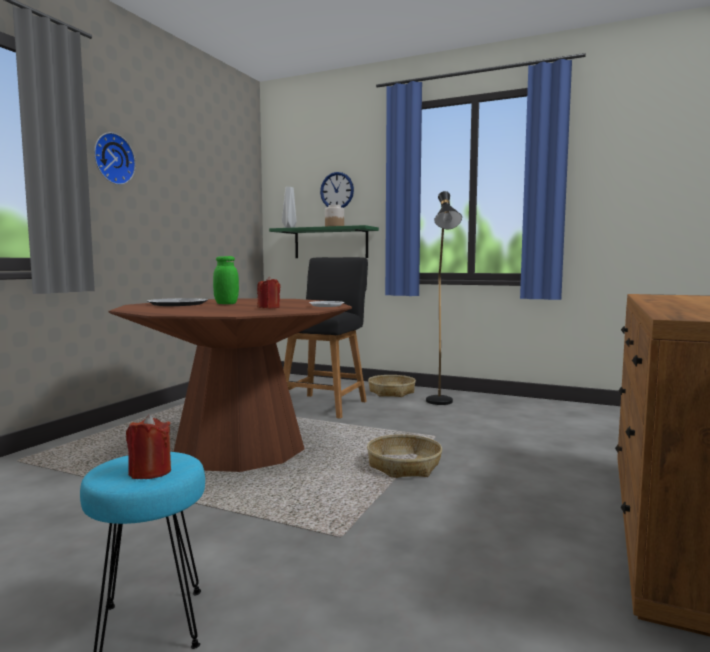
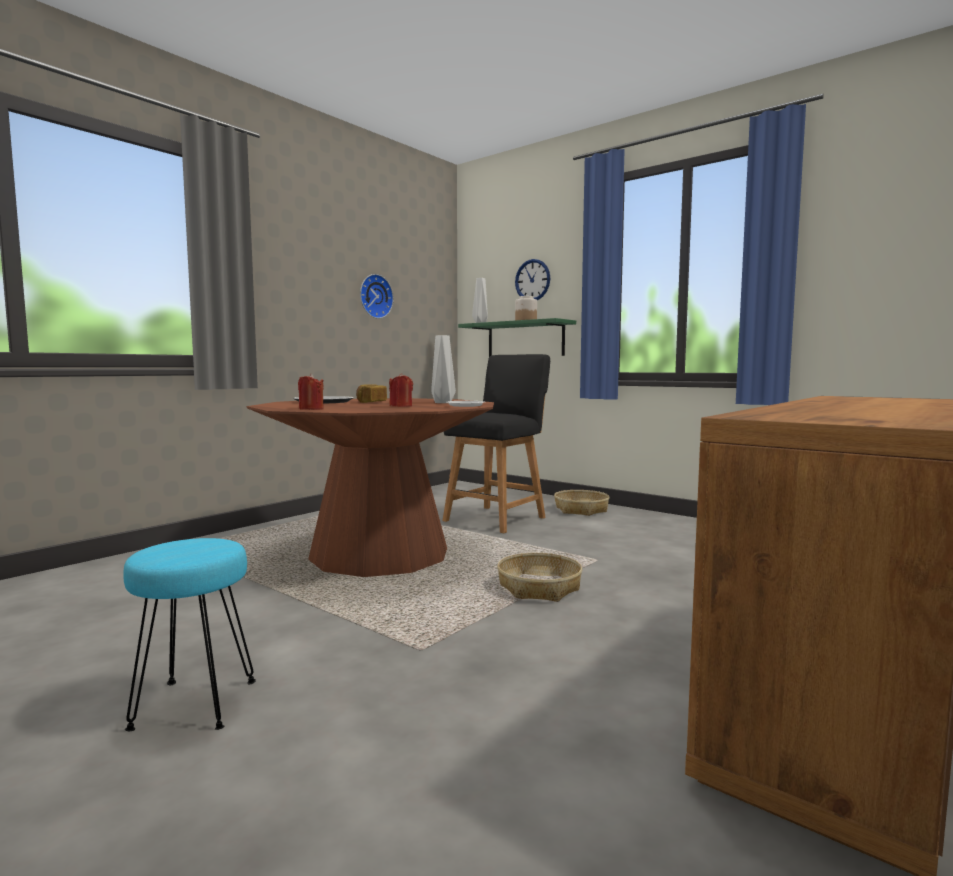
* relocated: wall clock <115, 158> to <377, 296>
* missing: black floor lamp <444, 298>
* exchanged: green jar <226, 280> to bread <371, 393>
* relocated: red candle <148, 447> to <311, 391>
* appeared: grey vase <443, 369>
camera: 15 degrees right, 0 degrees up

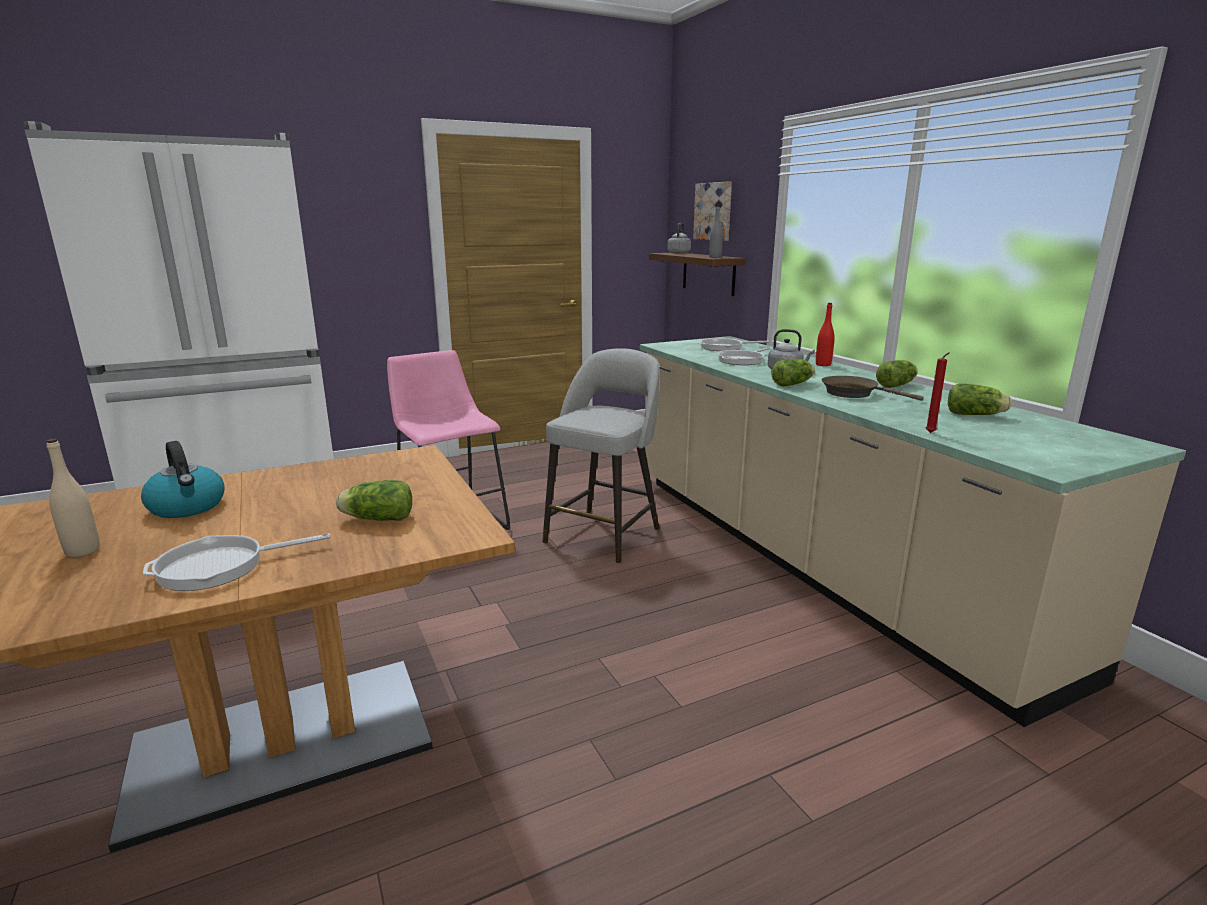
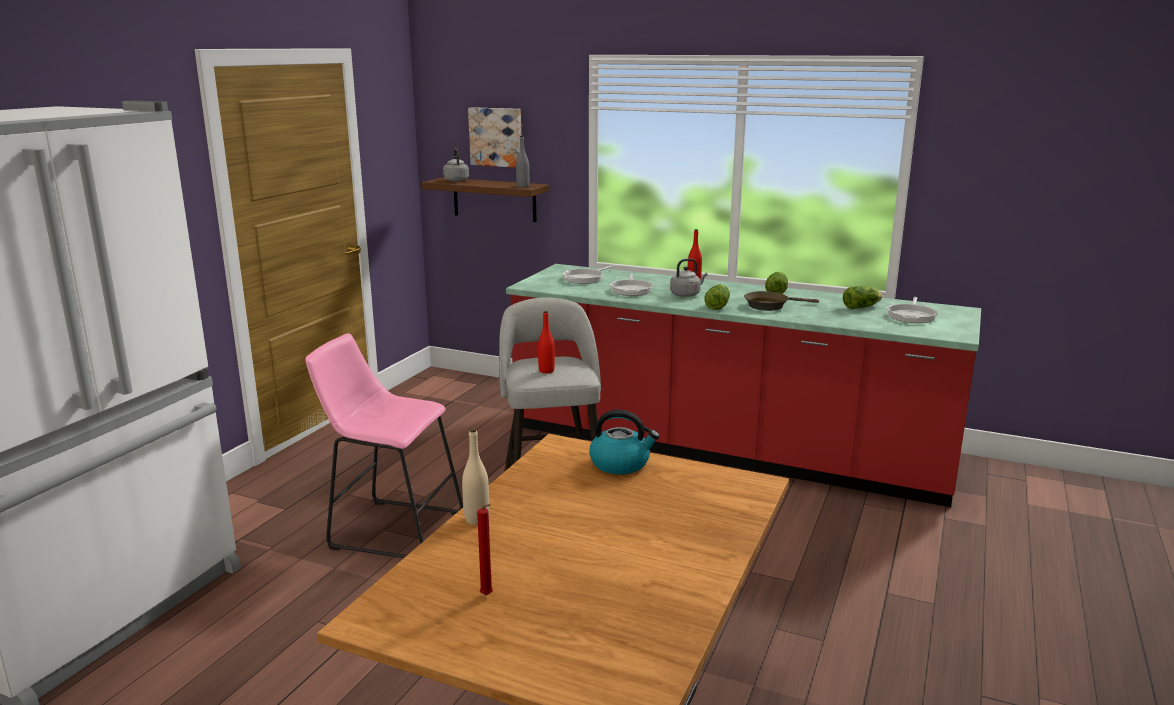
* colour: beige counter <913, 531> to red counter <743, 385>
* relocated: red candle <938, 392> to <485, 549>
* relocated: beige bottle <73, 498> to <475, 476>
* relocated: kettle <183, 479> to <624, 442>
* missing: lettuce <374, 500>
* relocated: frying pan <237, 562> to <912, 310>
* appeared: red bottle <546, 342>
camera: 40 degrees left, 0 degrees up

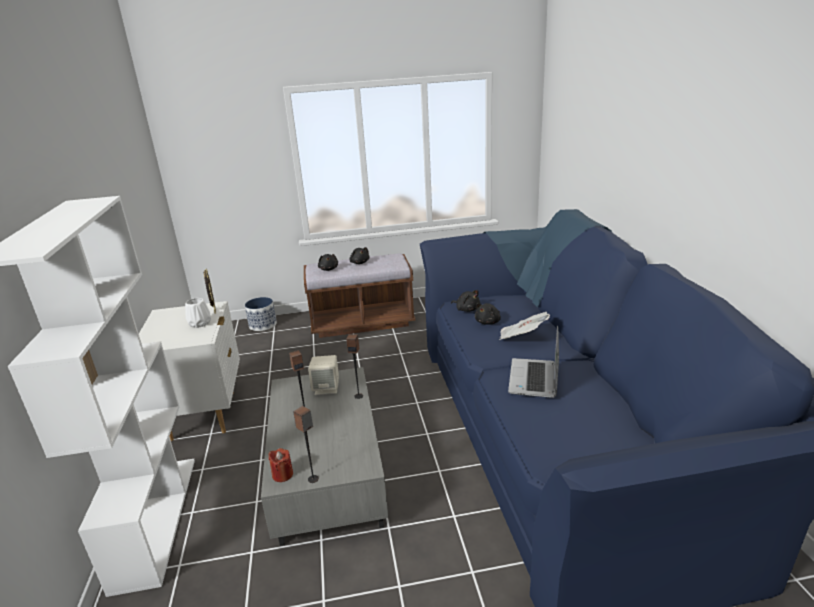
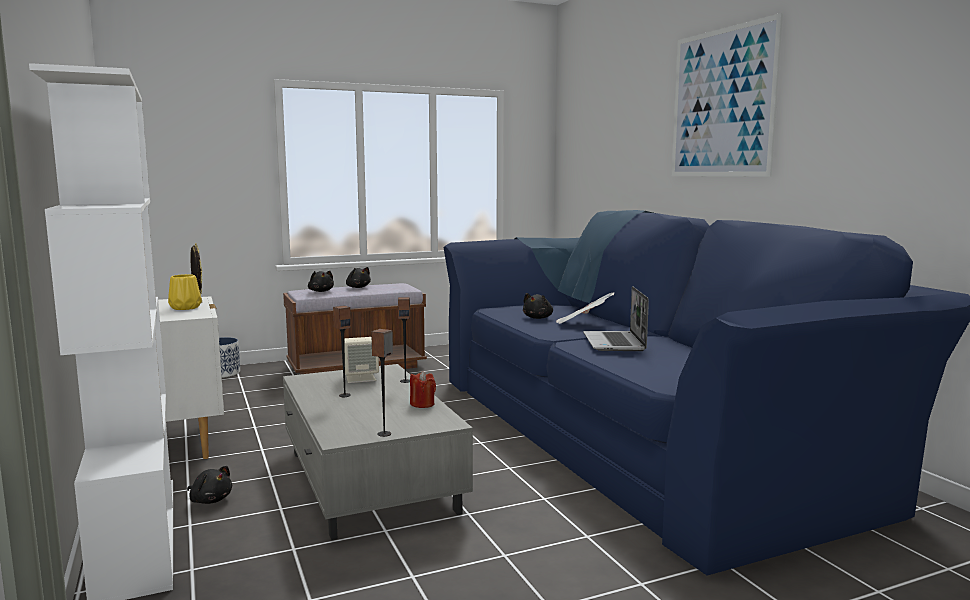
* relocated: black plush toy <465, 301> to <209, 485>
* colour: white vase <198, 313> to yellow vase <184, 292>
* relocated: red candle <281, 465> to <423, 389>
* appeared: picture <727, 95>
camera: 15 degrees left, 15 degrees down

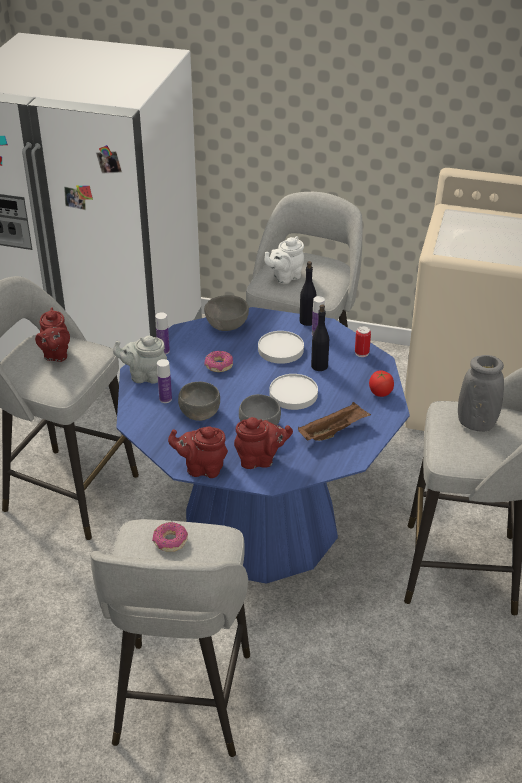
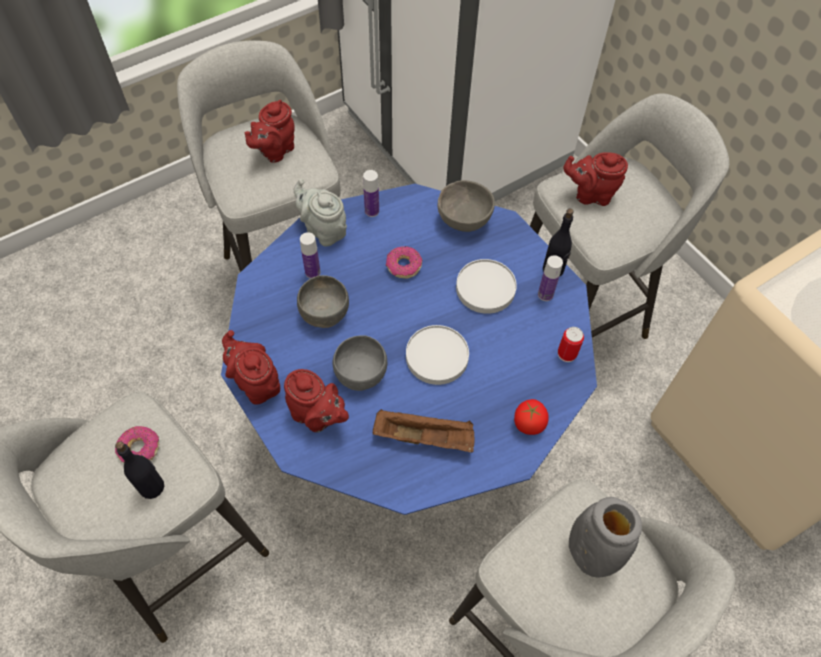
* colour: white teapot <284, 260> to red teapot <595, 179>
* relocated: black bottle <320, 338> to <139, 470>
camera: 40 degrees right, 20 degrees up

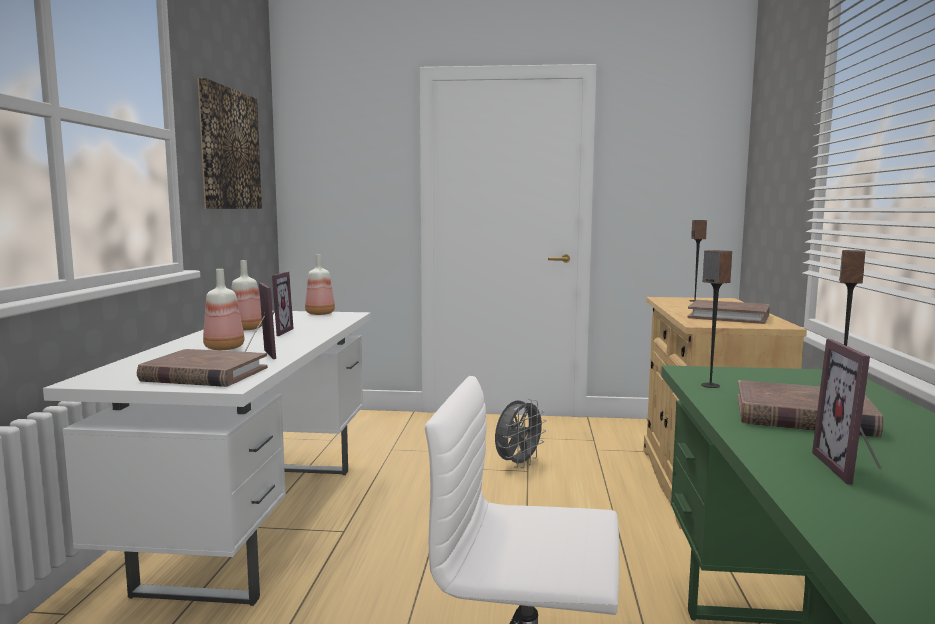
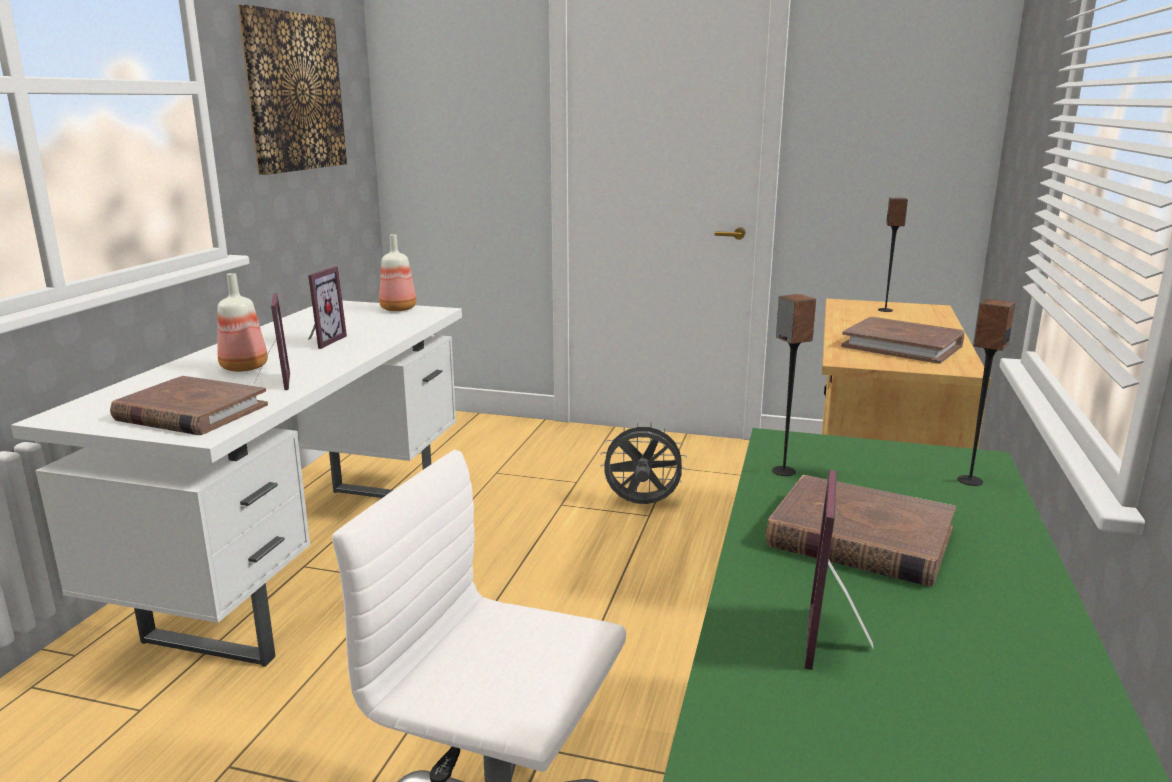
* missing: bottle <246, 295>
* spun: grey fan <520, 433> = <643, 462> 135 degrees counterclockwise
camera: 10 degrees right, 10 degrees up

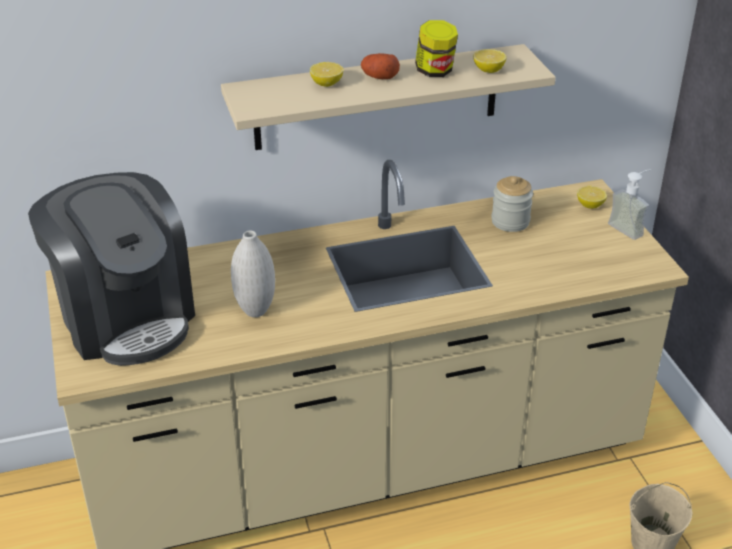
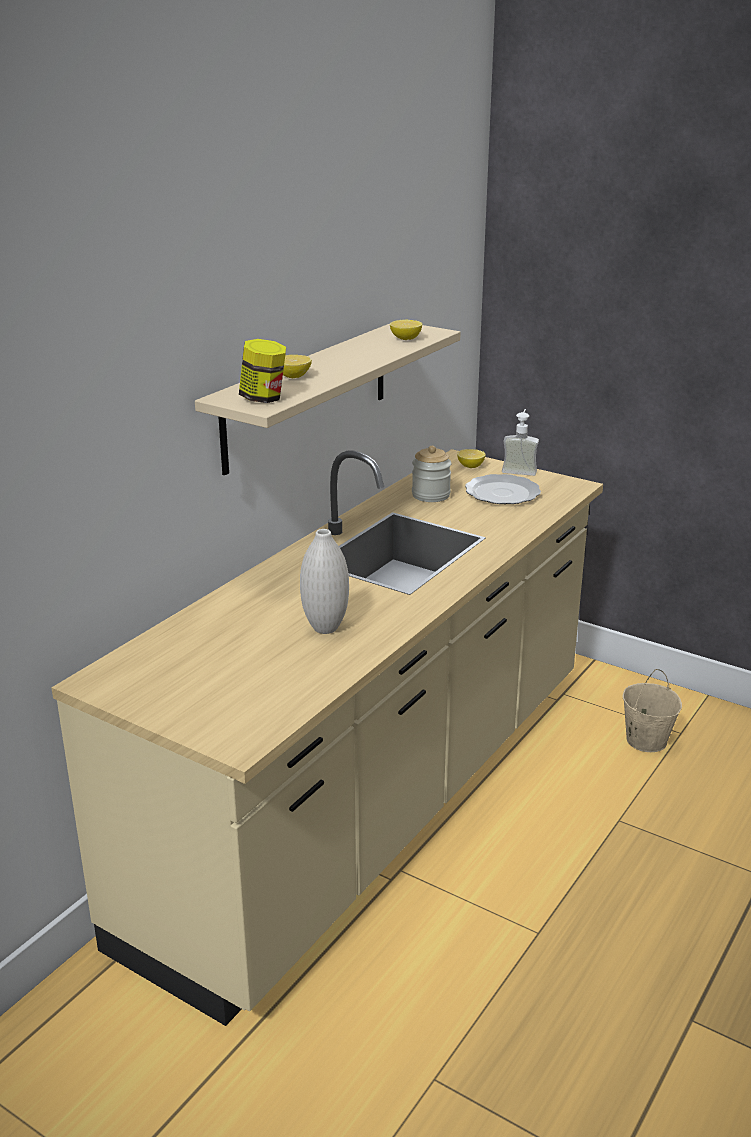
* relocated: jar <436, 48> to <262, 371>
* missing: potato <380, 66>
* missing: coffee machine <111, 269>
* appeared: plate <503, 489>
camera: 40 degrees left, 10 degrees down

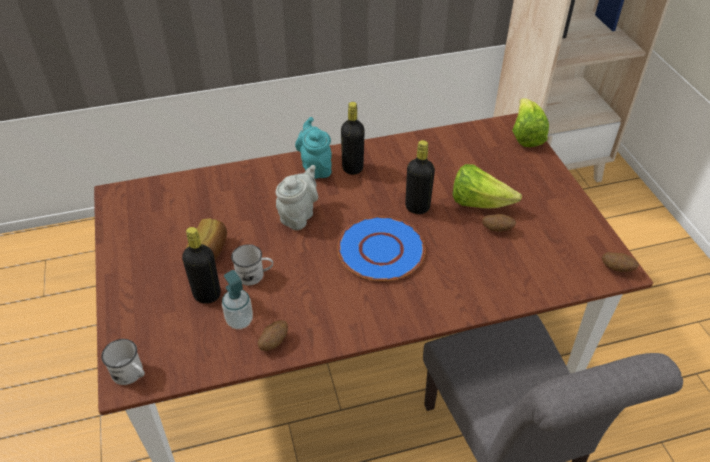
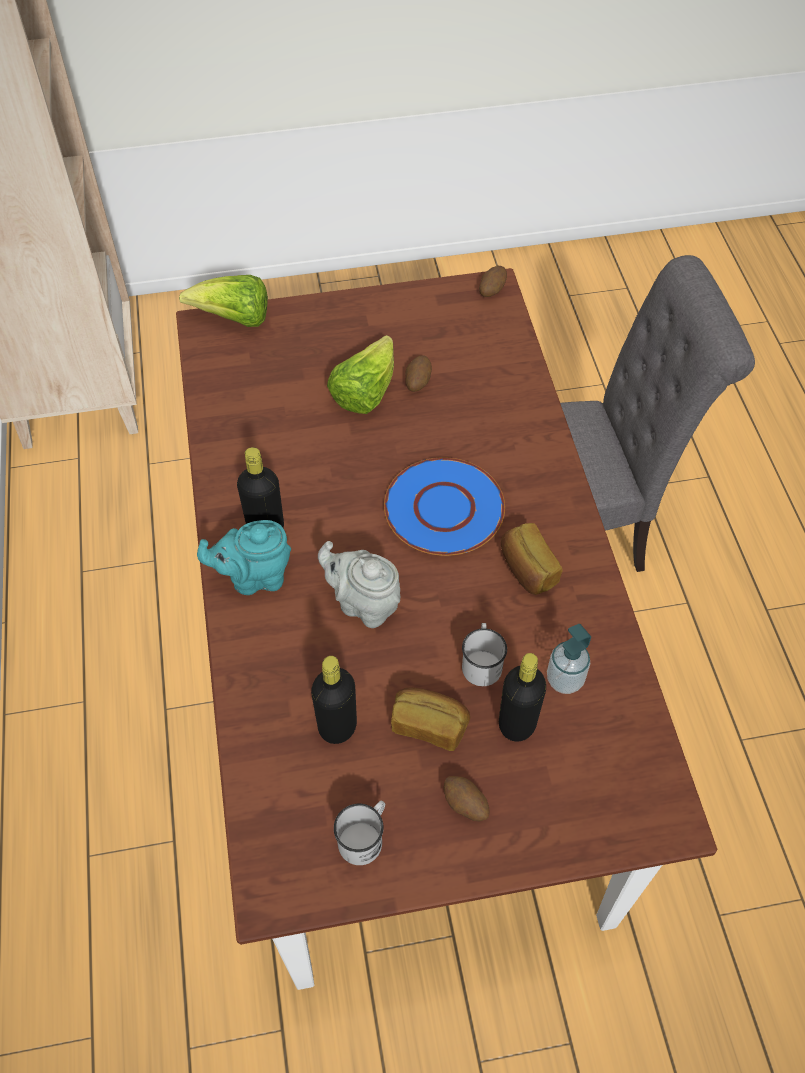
* relocated: black bottle <420, 177> to <334, 700>
* relocated: potato <273, 335> to <467, 798>
* relocated: white mug <123, 362> to <359, 833>
* appeared: bread <531, 559>
camera: 85 degrees left, 10 degrees up

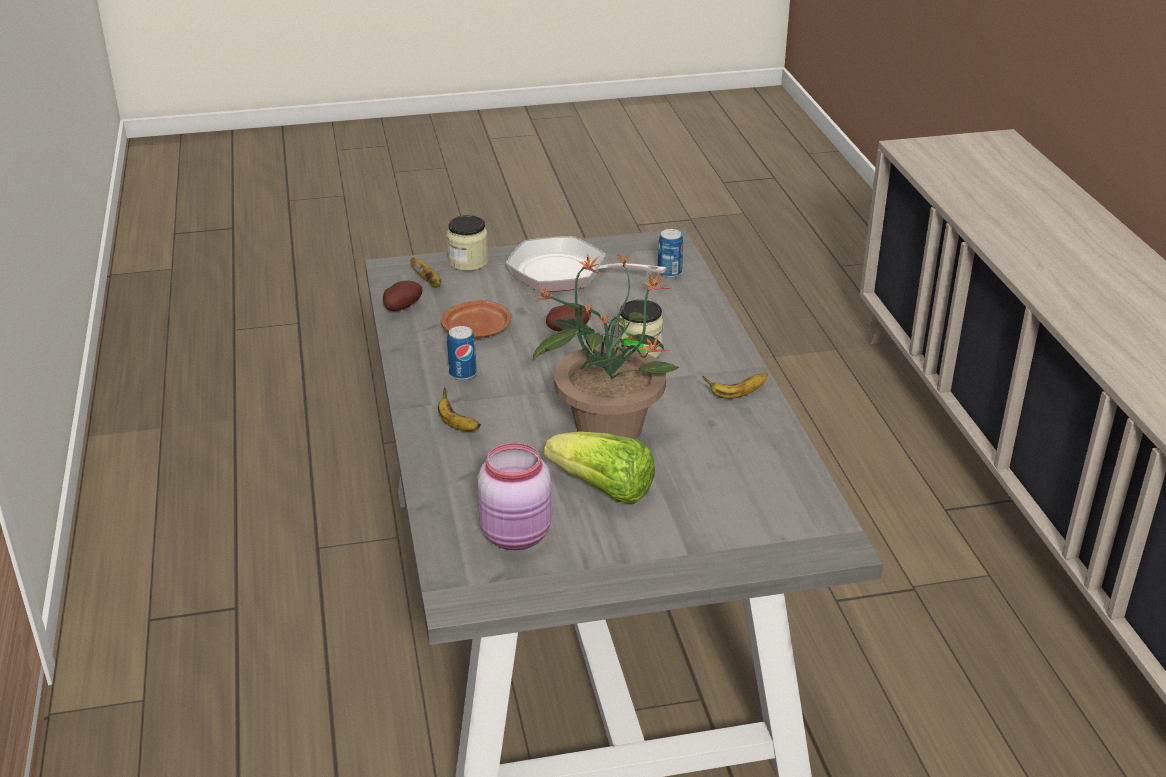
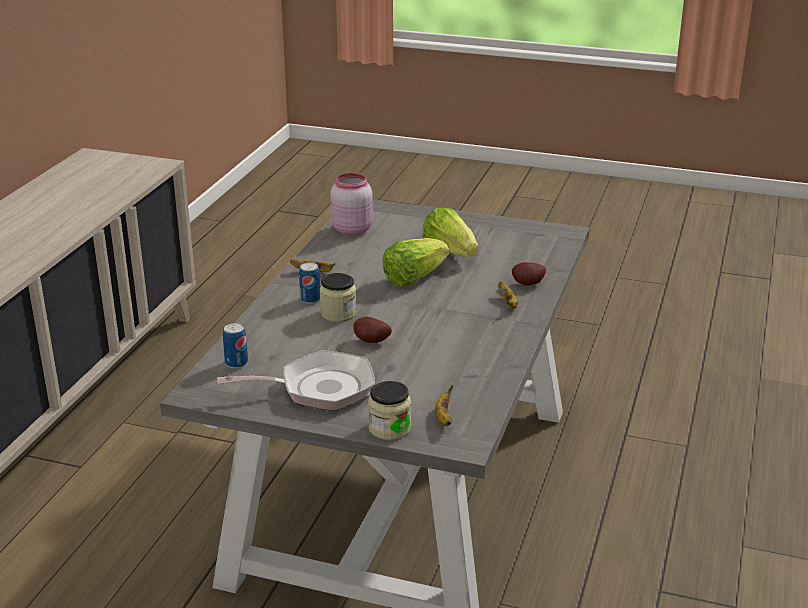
* spun: frying pan <586, 264> = <296, 380> 60 degrees counterclockwise
* exchanged: potted plant <606, 346> to lettuce <415, 262>
* relocated: potato <402, 296> to <529, 274>
* missing: brown plate <476, 319>
* relocated: can <462, 353> to <309, 283>
* relocated: pink jar <514, 496> to <351, 204>
camera: 150 degrees left, 5 degrees down

